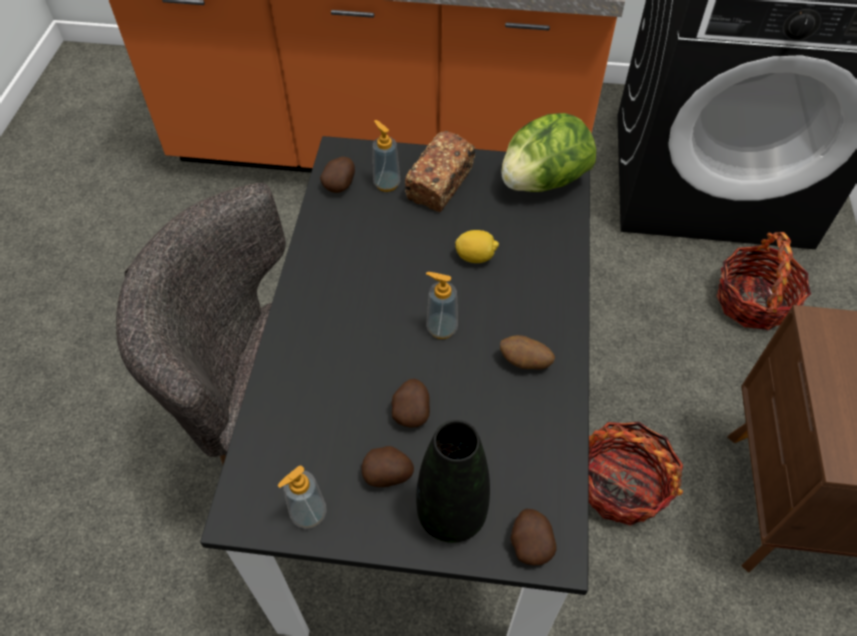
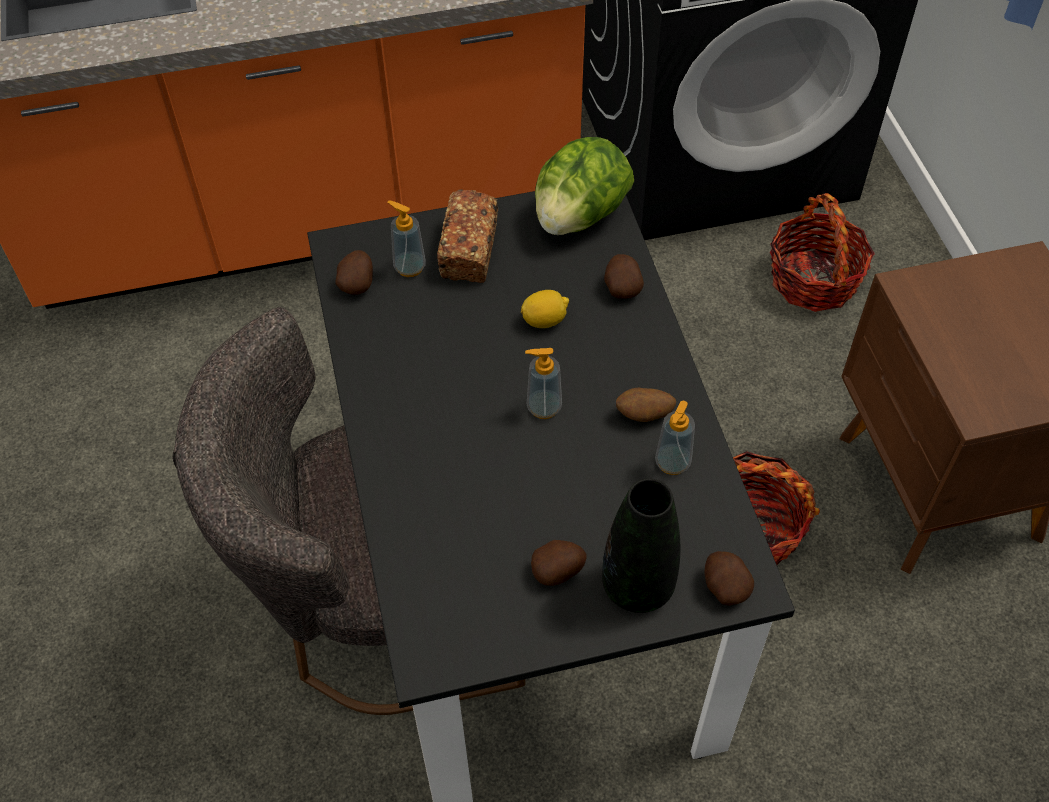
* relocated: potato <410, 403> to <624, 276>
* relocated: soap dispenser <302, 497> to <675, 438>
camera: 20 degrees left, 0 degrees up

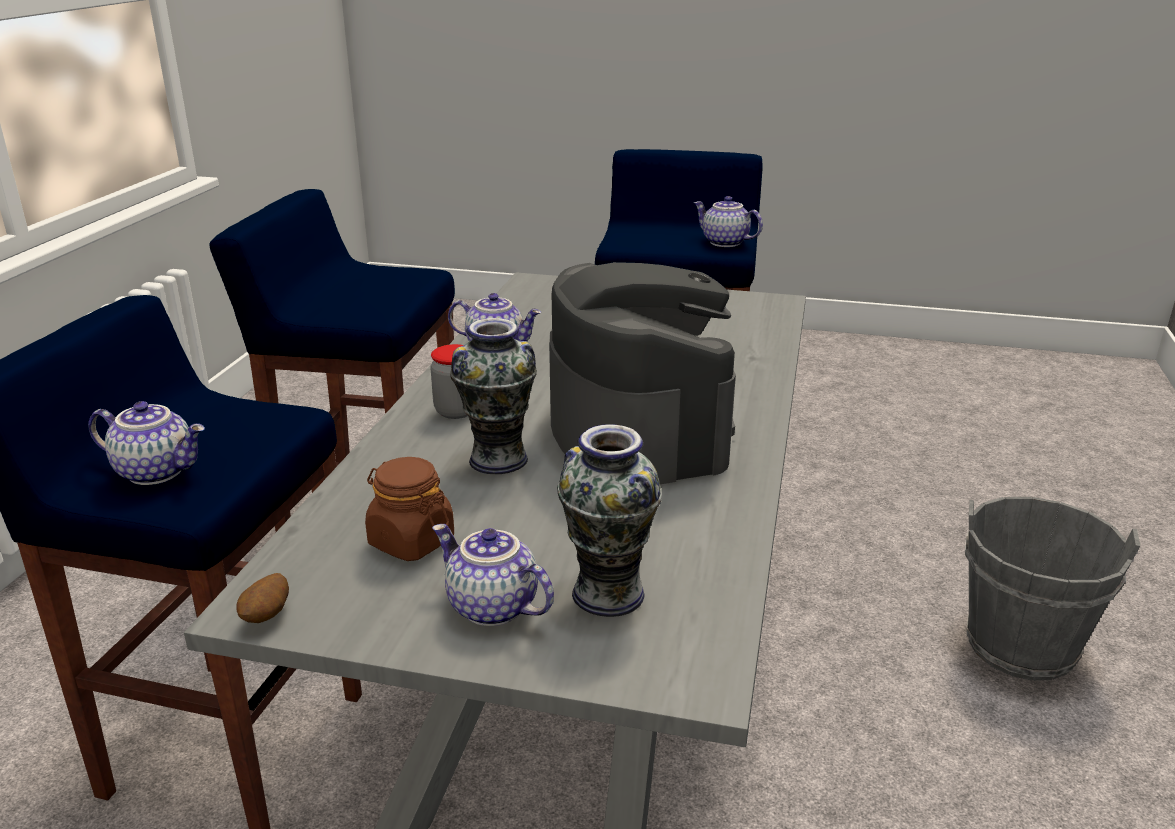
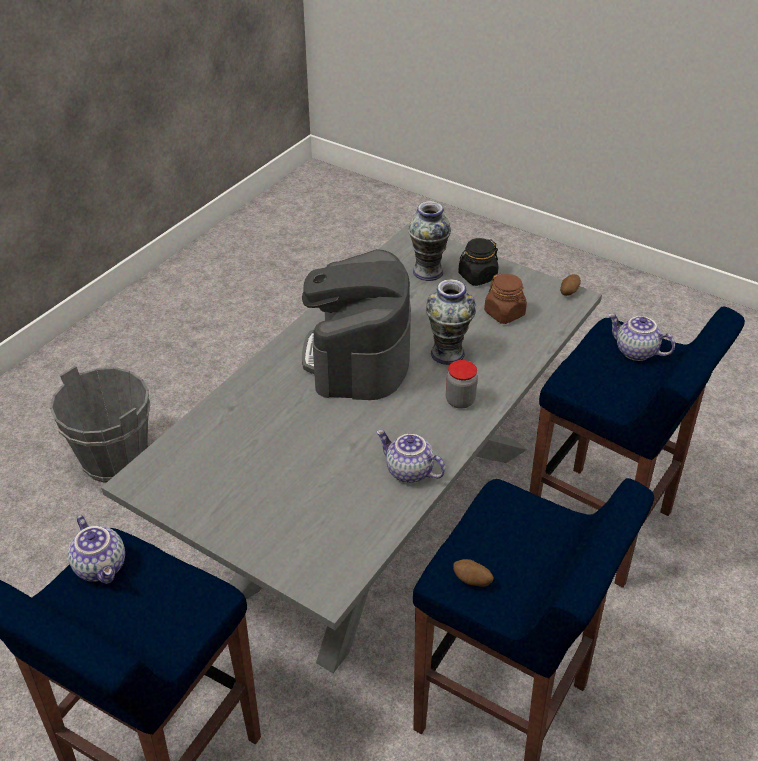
* exchanged: teapot <493, 575> to black jar <478, 262>
* appeared: potato <473, 573>
camera: 160 degrees left, 15 degrees up

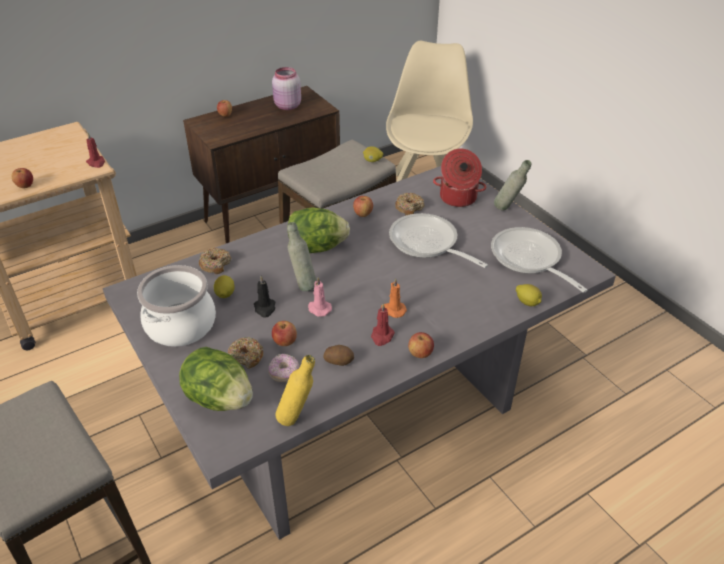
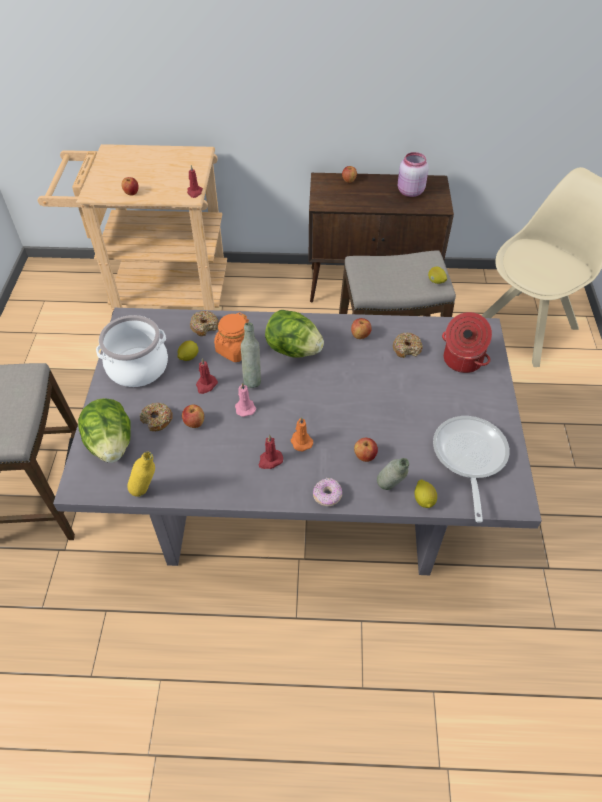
* relocated: grey bottle <512, 185> to <393, 474>
* missing: frying pan <438, 240>
* colour: black candle <264, 297> to red candle <207, 376>
* relocated: apple <421, 345> to <366, 450>
* missing: potato <338, 355>
* relocated: donut <284, 368> to <327, 492>
* appeared: orange jar <231, 337>
camera: 35 degrees right, 10 degrees up

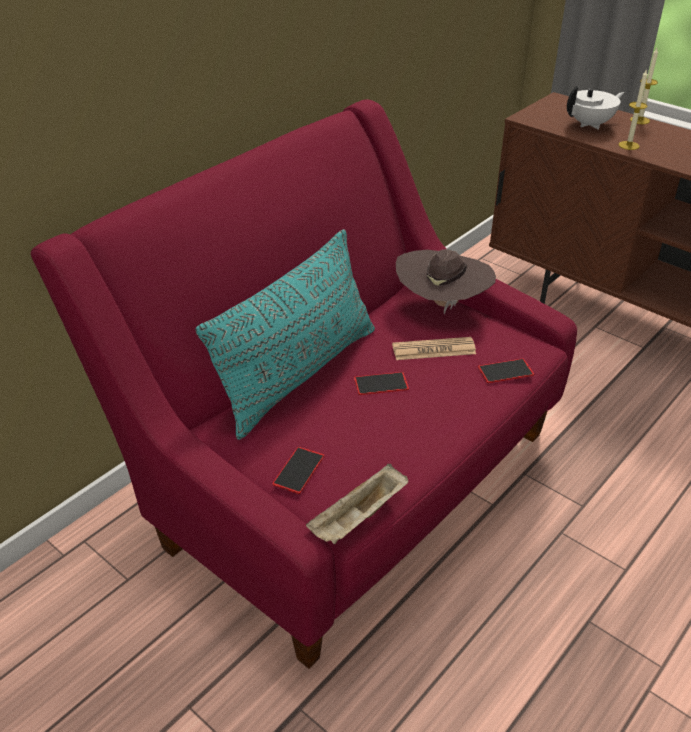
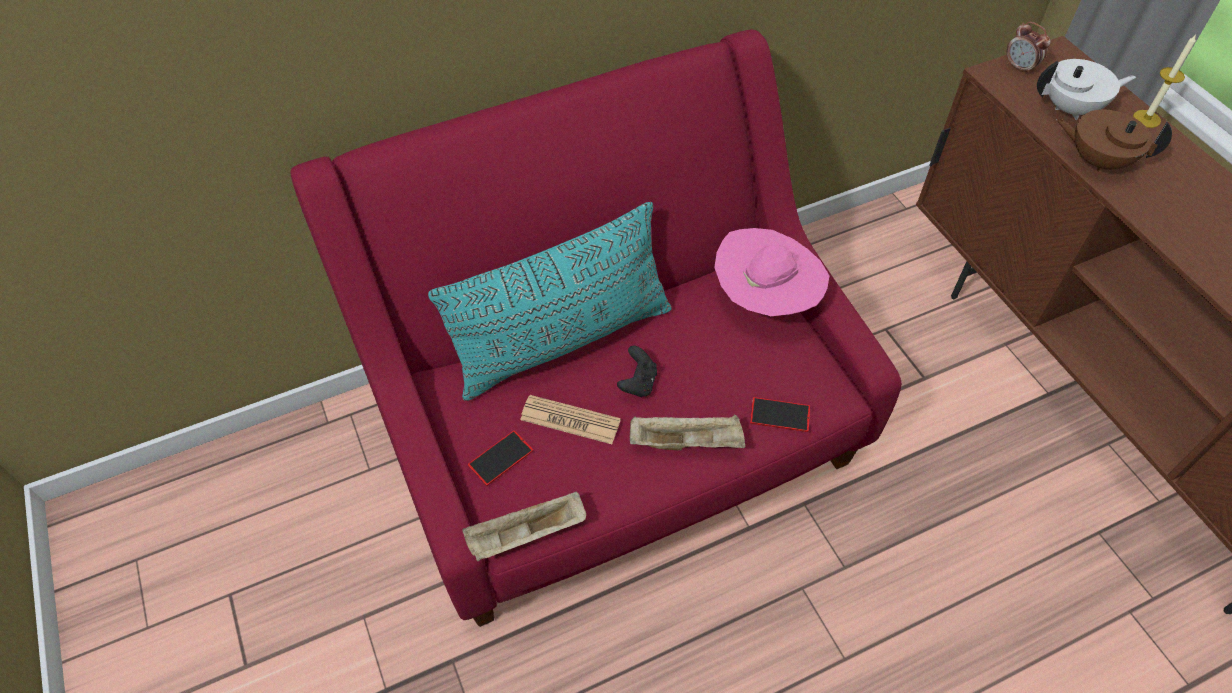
* exchanged: candle <633, 109> to brown teapot <1114, 141>
* colour: brown hat <446, 281> to pink hat <771, 272>
* relocated: newspaper <434, 348> to <570, 419>
* exchanged: phone <381, 383> to black game controller <637, 371>
* appeared: alarm clock <1029, 48>
* appeared: beige tray <687, 433>
camera: 25 degrees right, 15 degrees up

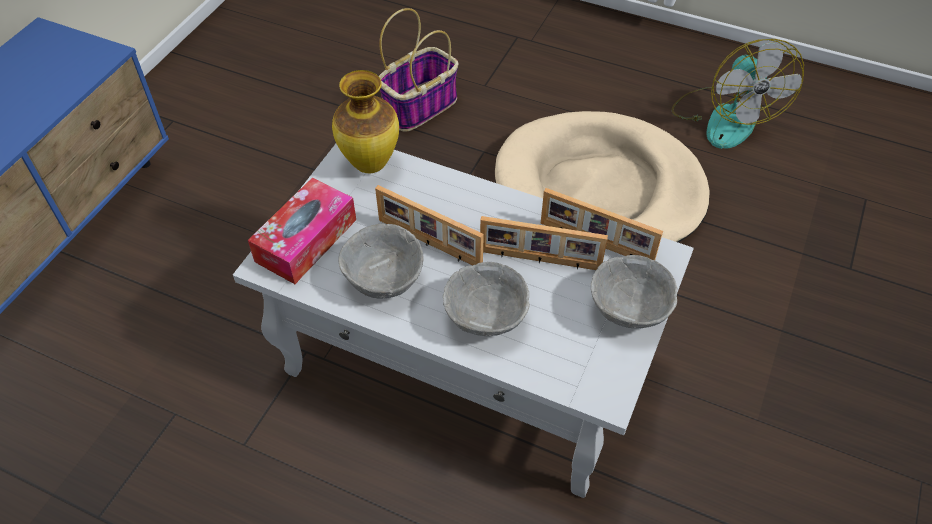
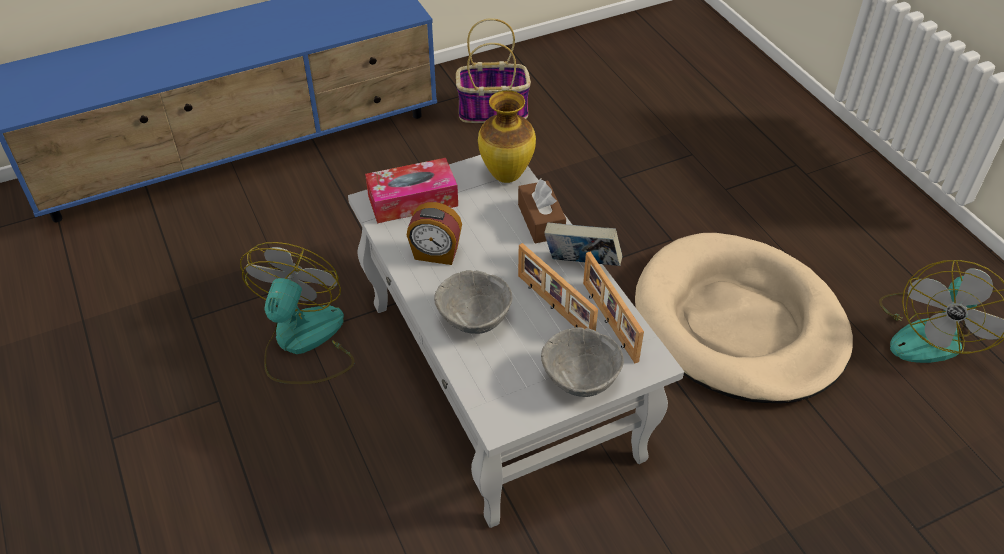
* relocated: basket <419, 70> to <493, 70>
* missing: picture frame <429, 225>
* exchanged: grey bowl <381, 261> to alarm clock <434, 233>
* appeared: brown tissue box <542, 211>
* appeared: book <583, 244>
* appeared: fan <297, 313>
camera: 40 degrees right, 5 degrees down

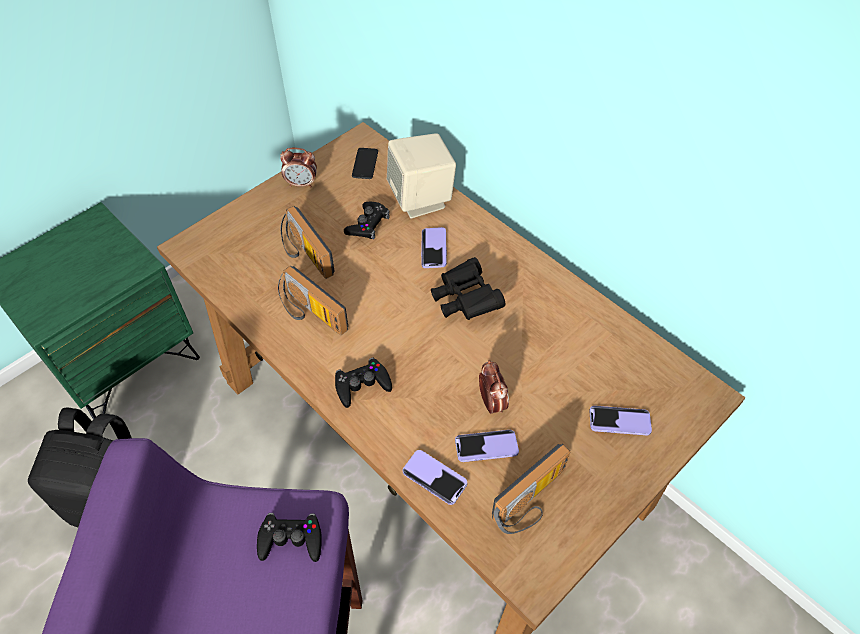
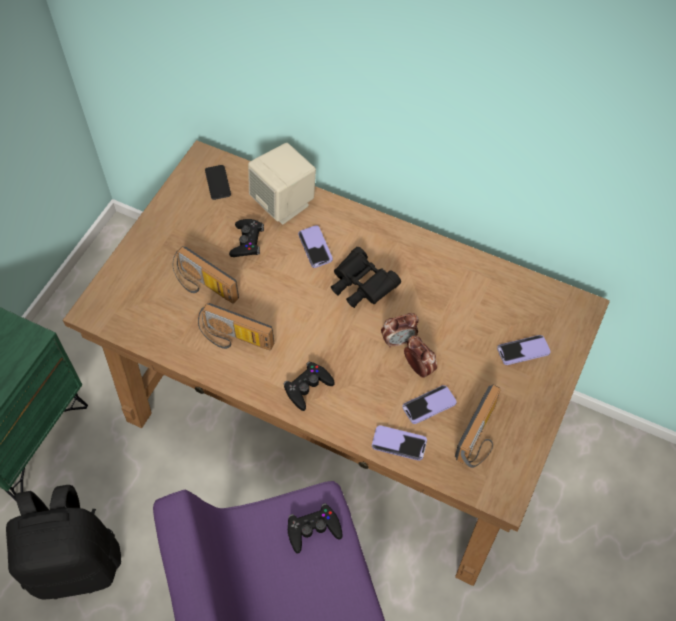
* relocated: alarm clock <298, 168> to <400, 330>
camera: 20 degrees left, 5 degrees up

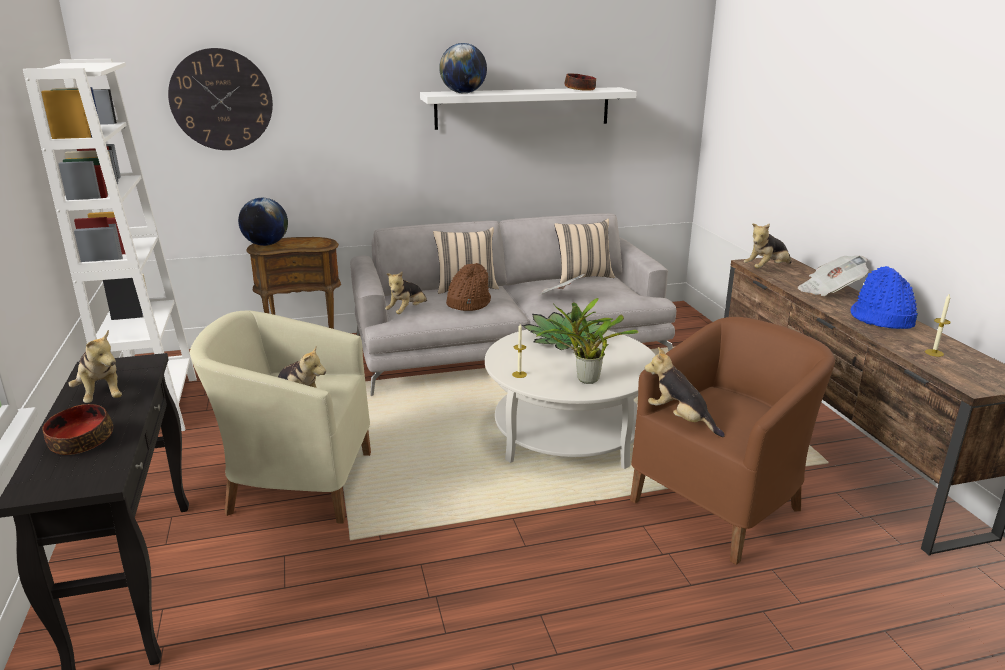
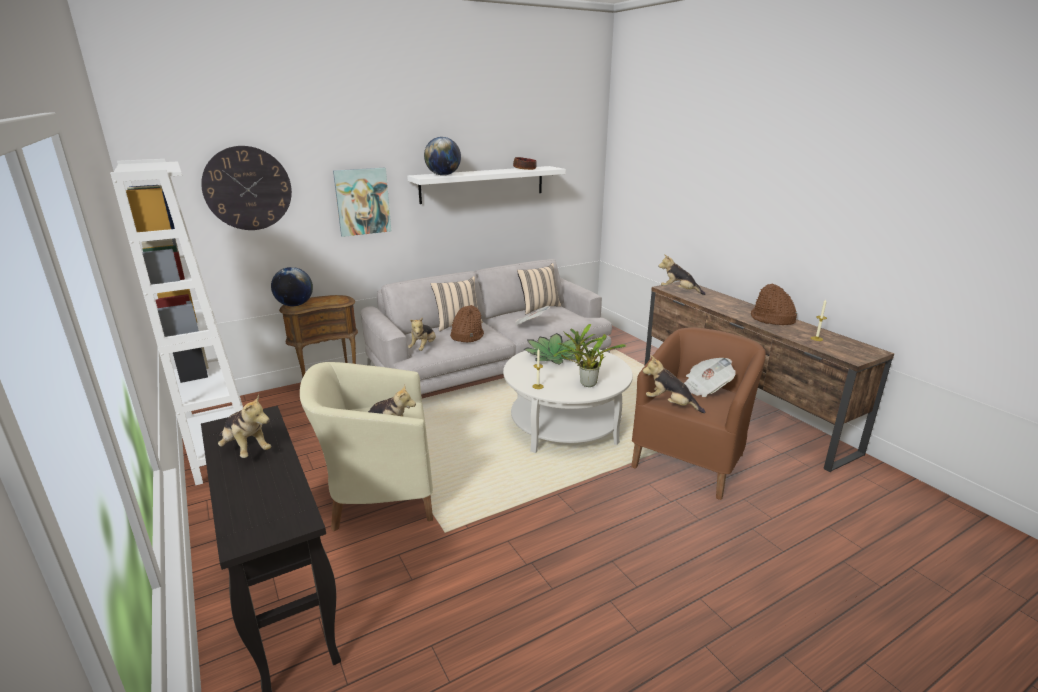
* spun: plush toy <767, 246> = <682, 274> 75 degrees clockwise
* relocated: newspaper <833, 276> to <710, 377>
* colour: blue hat <884, 297> to brown hat <774, 304>
* missing: bowl <77, 429>
* appeared: picture <362, 202>
camera: 15 degrees left, 0 degrees up

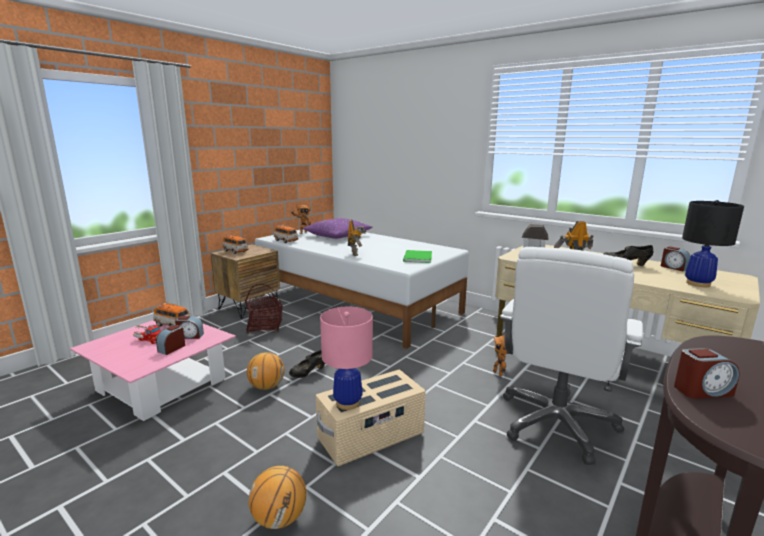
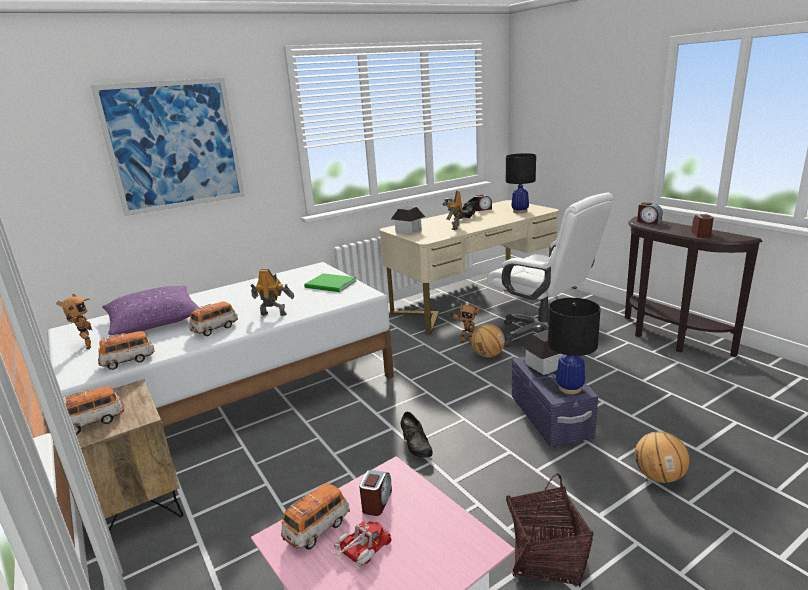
* relocated: basket <264, 309> to <550, 530>
* colour: pink table lamp <346, 358> to black table lamp <574, 346>
* relocated: alarm clock <170, 340> to <649, 213>
* relocated: basketball <266, 371> to <488, 341>
* colour: beige storage box <371, 418> to purple storage box <555, 401>
* appeared: picture <168, 147>
* appeared: toy car <214, 318>
* appeared: toy house <542, 352>
camera: 70 degrees left, 5 degrees up

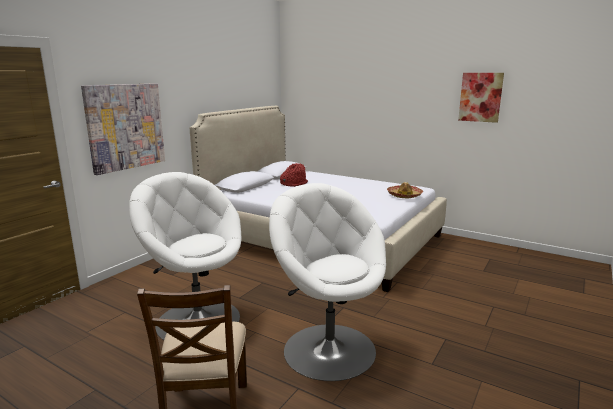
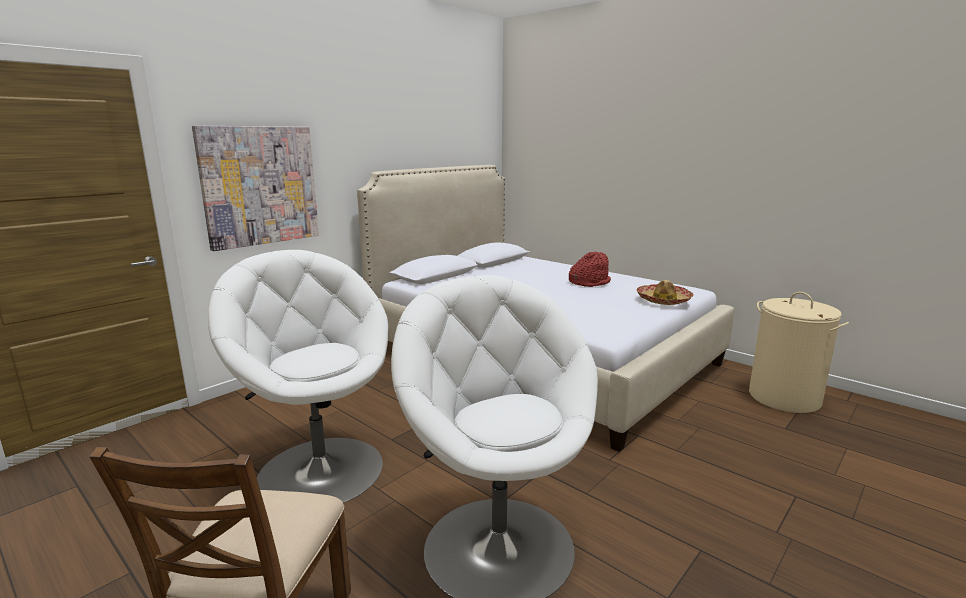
* missing: picture <481, 98>
* relocated: red hat <294, 175> to <590, 269>
* appeared: beige laundry basket <799, 352>
camera: 10 degrees right, 0 degrees up

